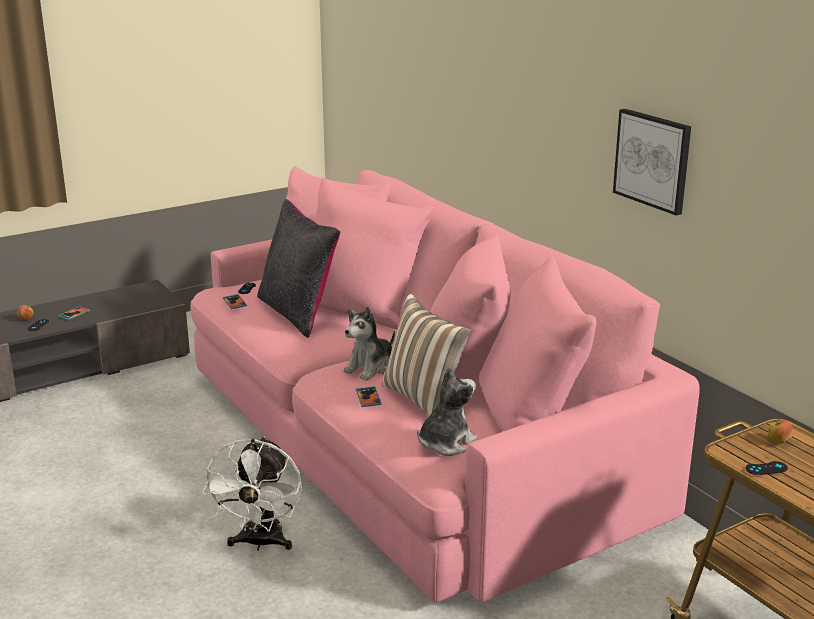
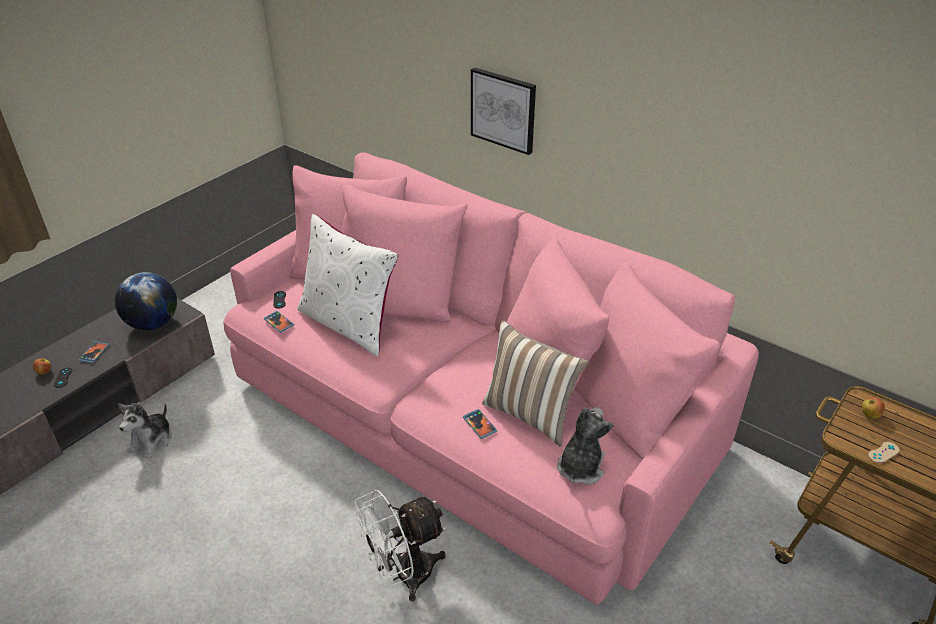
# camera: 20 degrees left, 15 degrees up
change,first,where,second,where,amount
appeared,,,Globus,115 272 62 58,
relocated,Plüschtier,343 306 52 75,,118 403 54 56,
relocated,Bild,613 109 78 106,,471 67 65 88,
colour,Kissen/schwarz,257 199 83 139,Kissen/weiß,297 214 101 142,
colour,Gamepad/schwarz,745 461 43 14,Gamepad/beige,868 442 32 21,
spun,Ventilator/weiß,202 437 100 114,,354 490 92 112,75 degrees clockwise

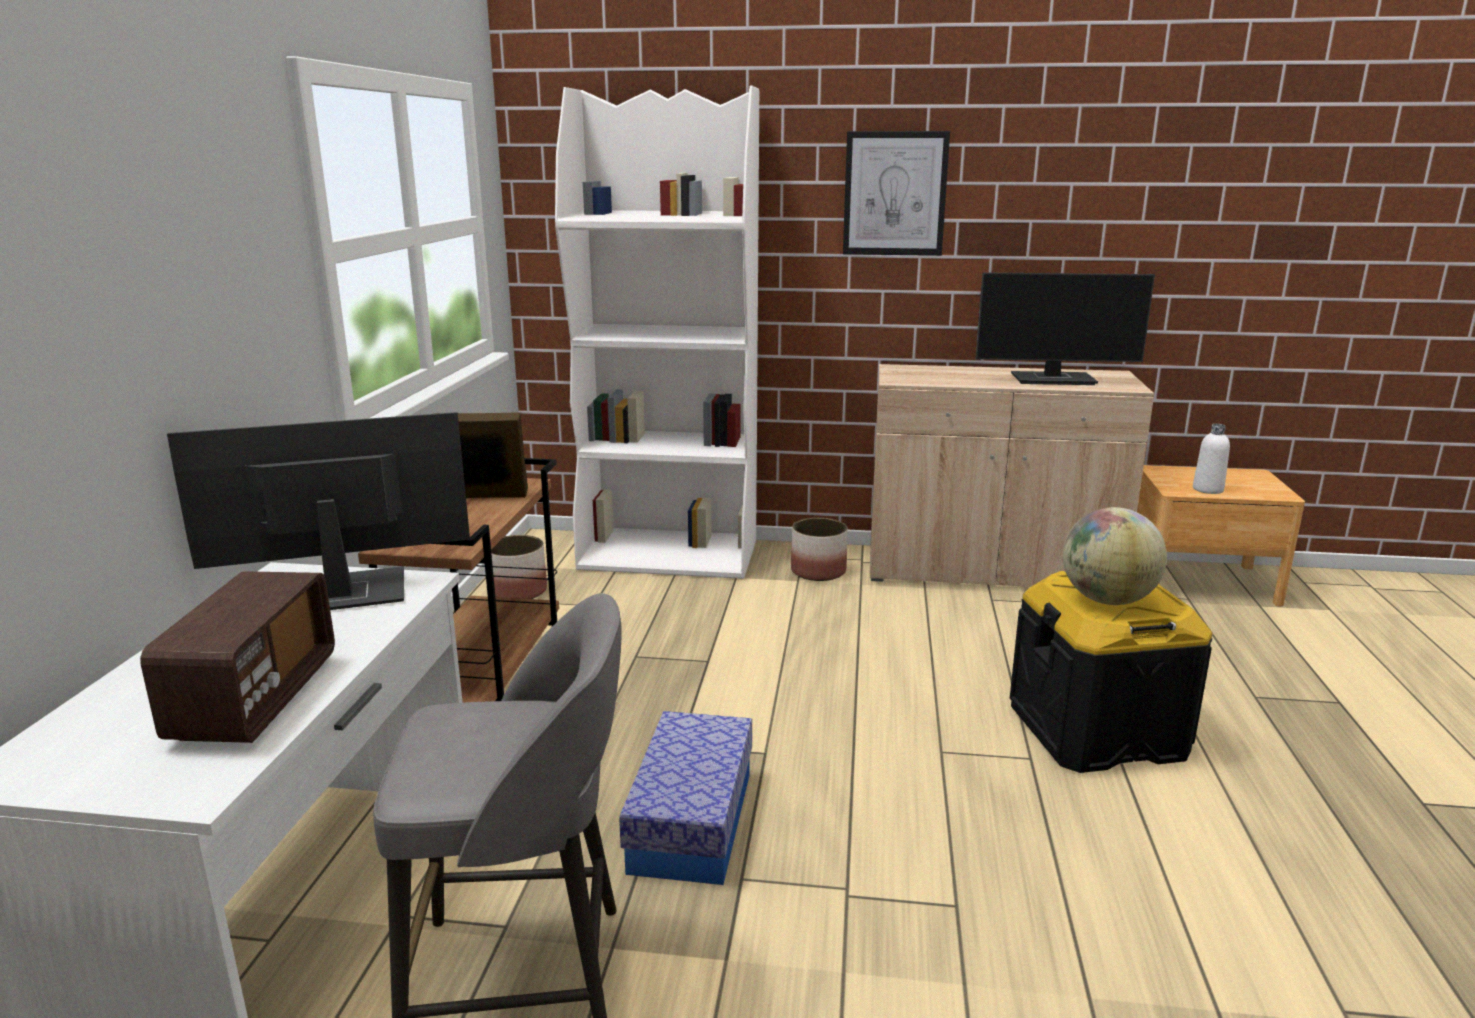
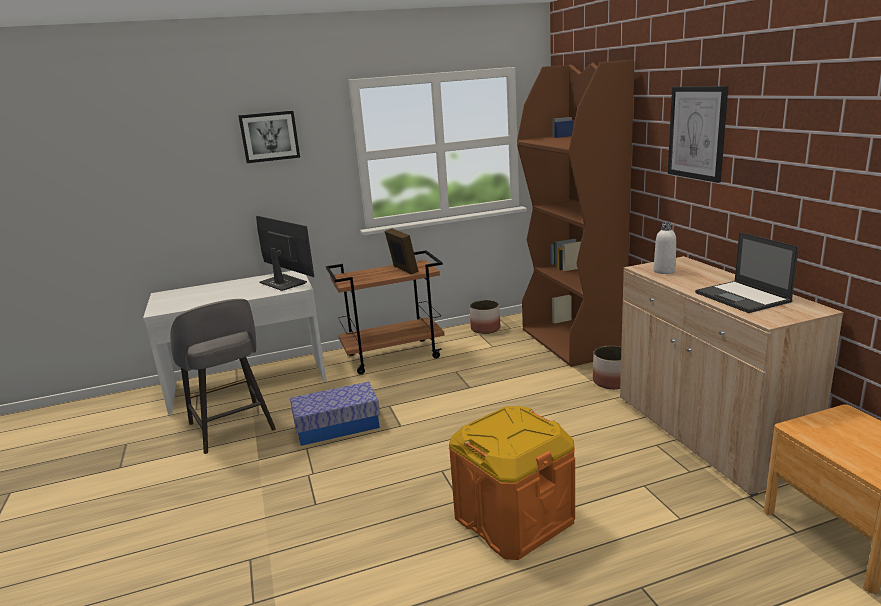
# camera: 65 degrees right, 0 degrees up
change,first,where,second,where,amount
missing,Radio,140 571 195 172,,,
missing,Globus,1063 507 104 98,,,
appeared,,,Bild,238 111 62 52,
relocated,Flasche/weiß,1193 424 37 70,,653 223 23 51,
exchanged,Monitor,976 272 179 113,Laptop,695 232 104 81,
colour,Bücherregal/weiß,555 85 204 494,Bücherregal/braun,517 60 118 307,
colour,Aufbewahrungsbox/schwarz,1010 571 202 202,Aufbewahrungsbox/orange,449 406 126 154,

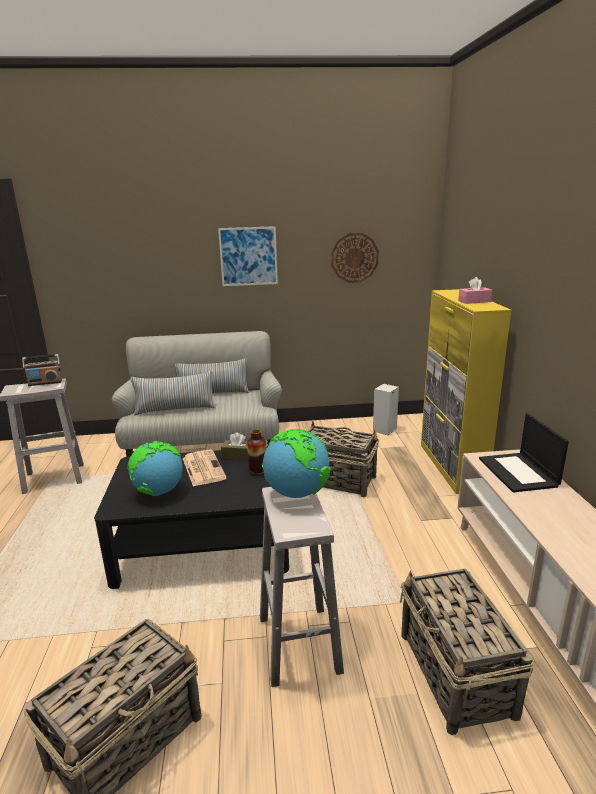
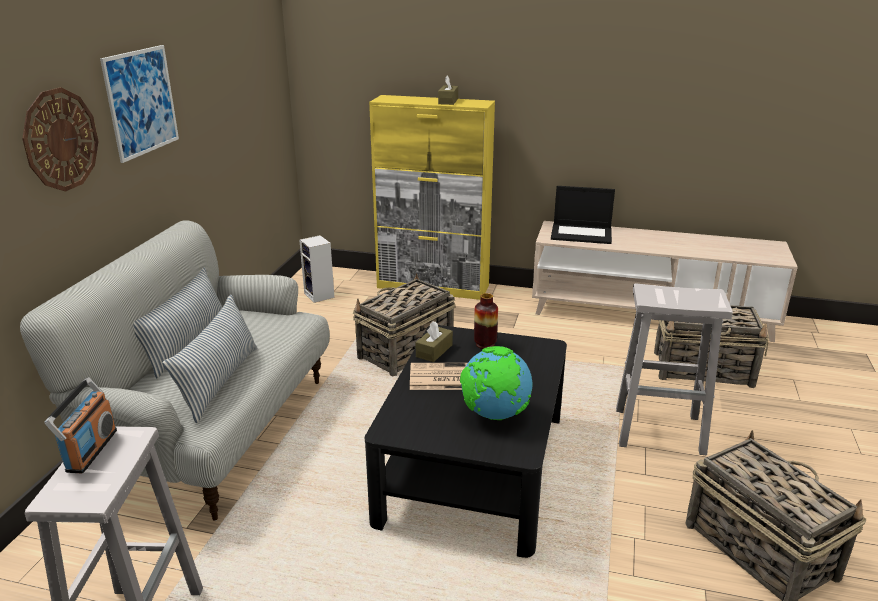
# camera: 70 degrees left, 5 degrees up
change,first,where,second,where,amount
missing,Globus,262 429 69 69,,,
relocated,Wanduhr,331 233 48 50,,22 87 77 104,
colour,Taschentuchbox/rosa,458 277 34 27,Taschentuchbox/braun,438 76 20 29,

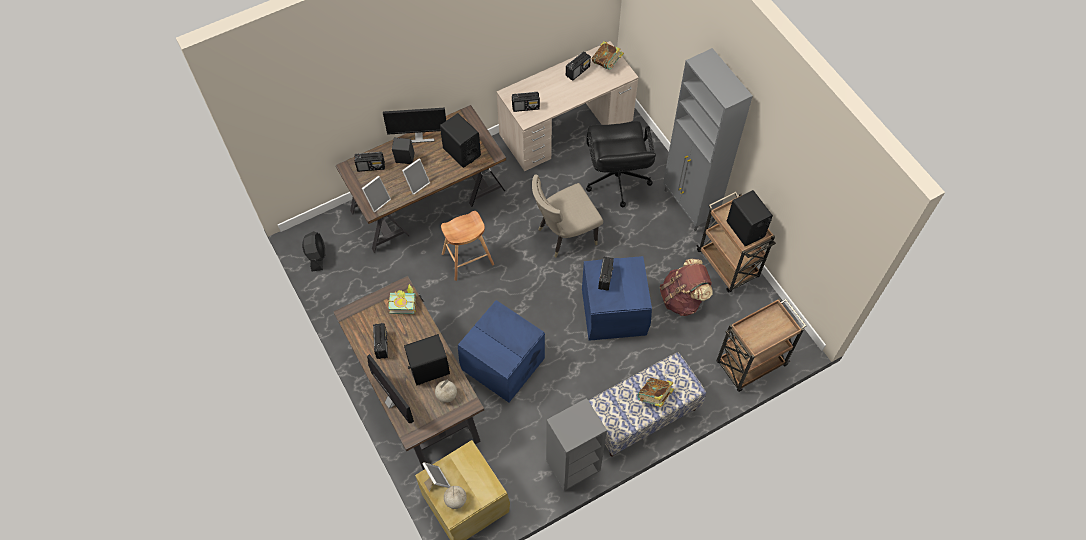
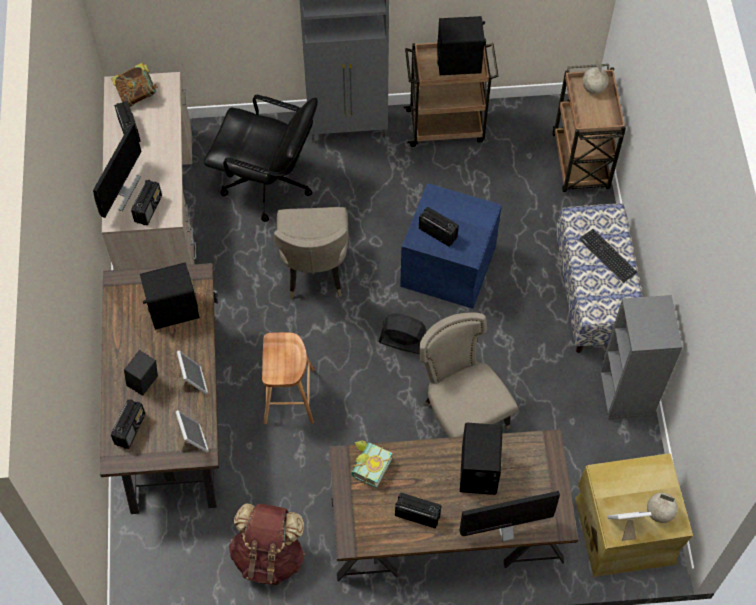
# camera: 65 degrees left, 0 degrees up
change,first,where,second,where,amount
relocated,Ventilator/schwarz,302 231 23 40,,379 313 47 41,
relocated,Monitor,383 108 63 35,,93 123 49 95,
relocated,Globus,435 379 22 24,,582 59 27 35,
relocated,Rucksack/braun,660 259 53 57,,229 503 76 82,
exchanged,Aufbewahrungsbox/blau,458 300 87 102,Stuhl/beige,419 312 99 126,
exchanged,Buch,637 378 37 29,Tastatur,579 229 58 54,

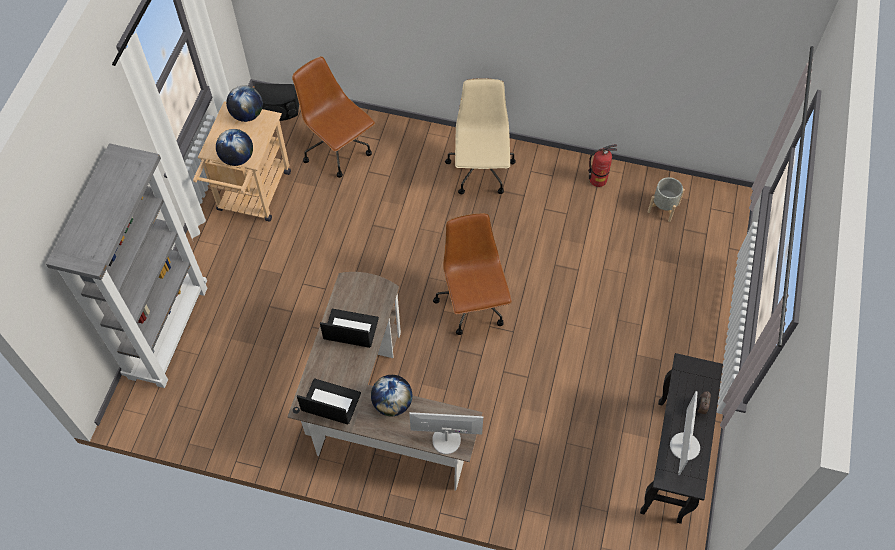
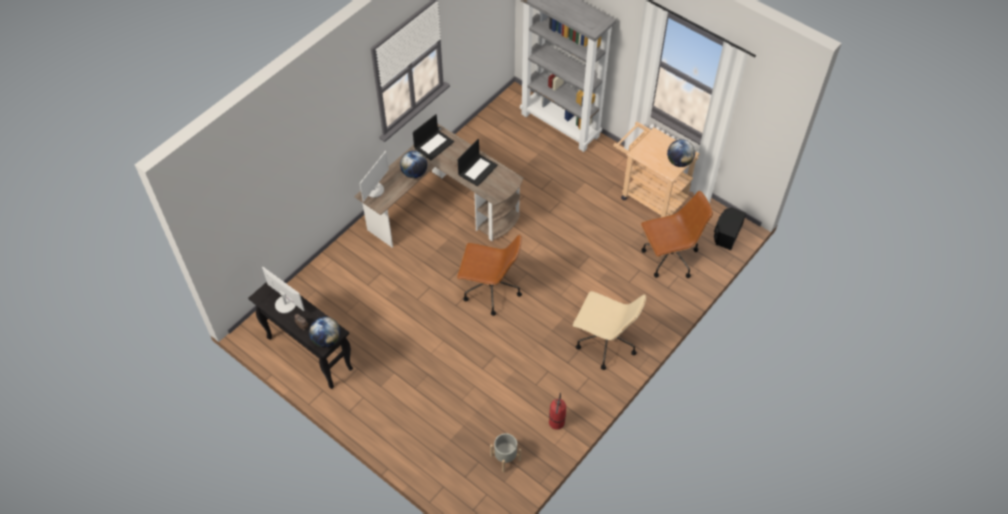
# camera: 115 degrees right, 5 degrees down
change,first,where,second,where,amount
relocated,Globus,216 129 37 37,,309 316 31 31,

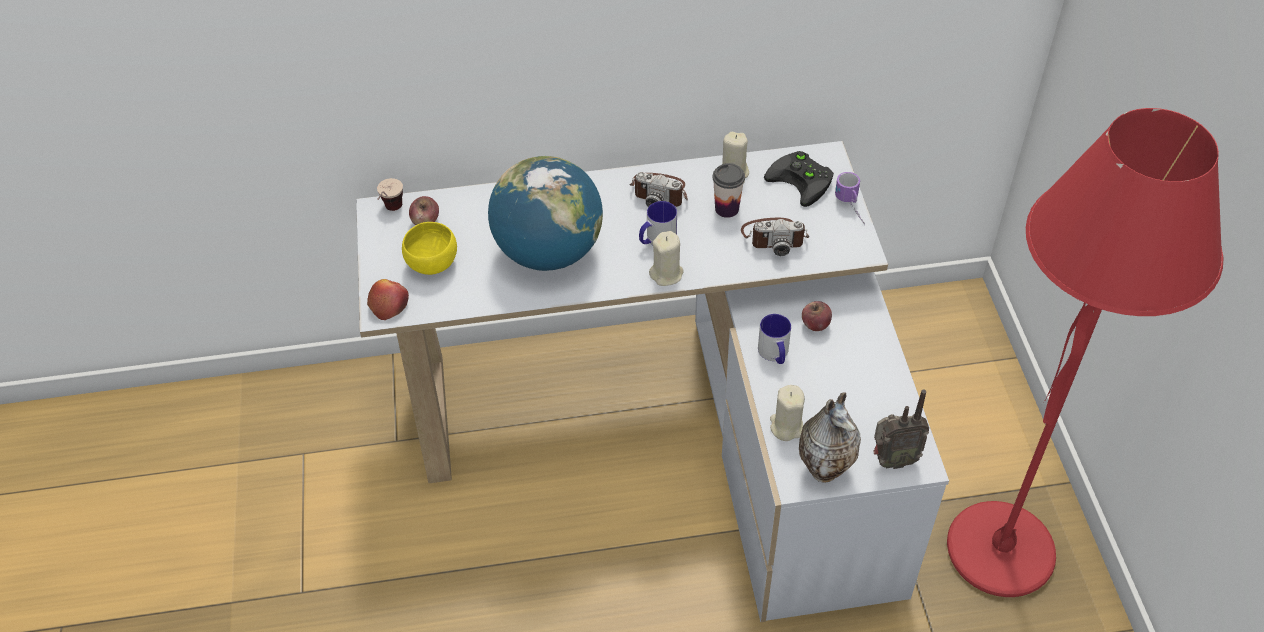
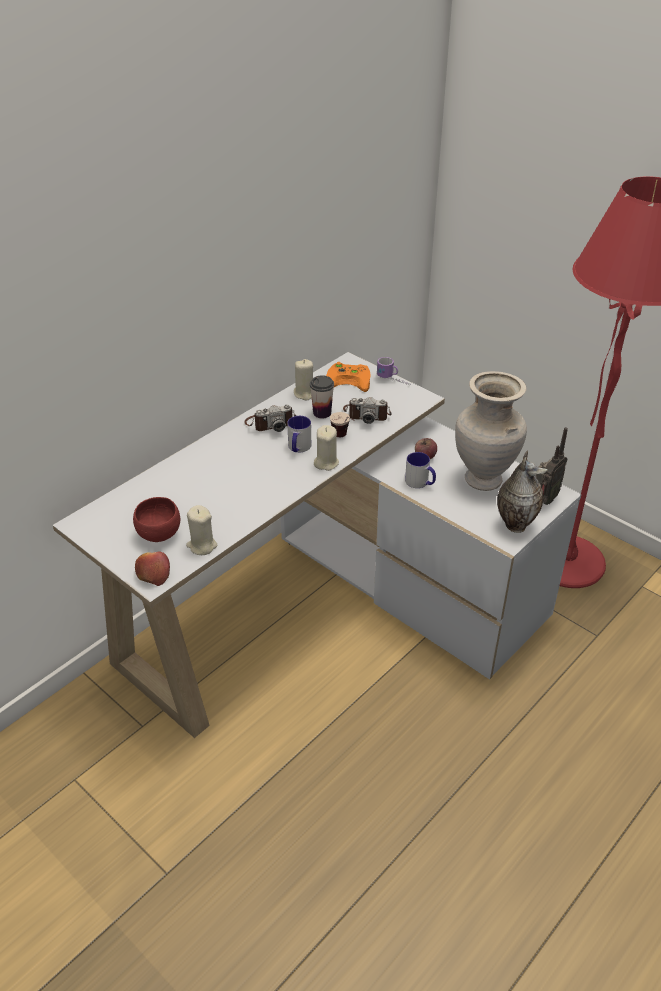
# camera: 40 degrees left, 10 degrees down
change,first,where,second,where,amount
missing,Apfel,409 196 30 29,,,
missing,Globus,488 156 115 115,,,
appeared,,,Vase/beige,455 371 72 120,
relocated,Tasse,377 178 26 33,,330 412 25 25,
relocated,Kerze/beige,770 385 35 56,,186 505 31 50,
colour,Schüssel/gelb,402 222 55 53,Schüssel/rot,133 497 47 45,
colour,Gamepad/schwarz,764 151 70 56,Gamepad/orange,326 362 45 30,
spun,Kamera,741 217 68 39,,343 397 48 27,45 degrees clockwise

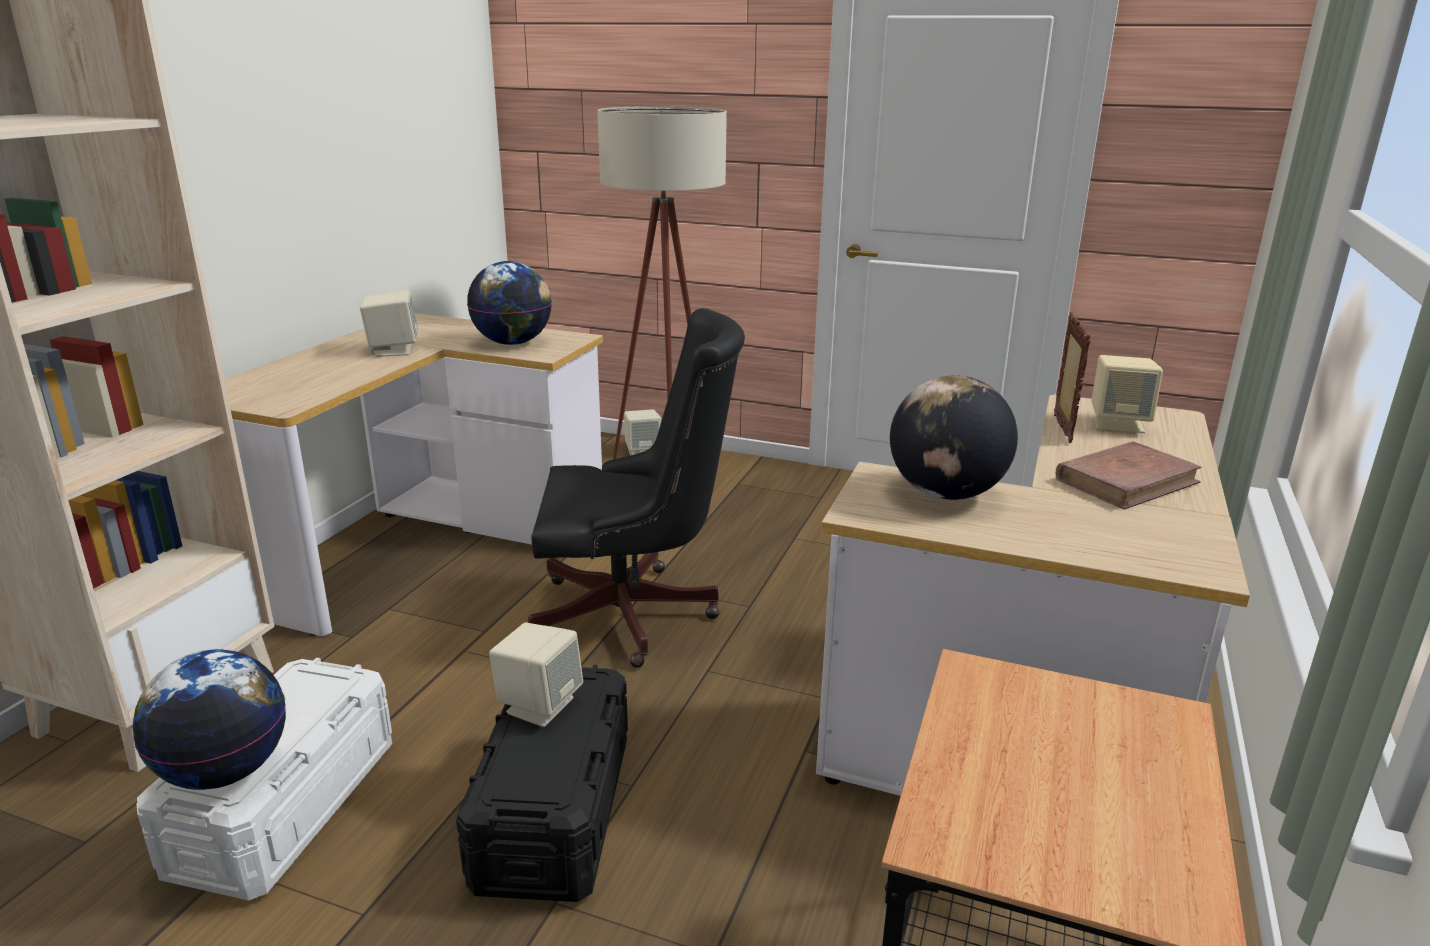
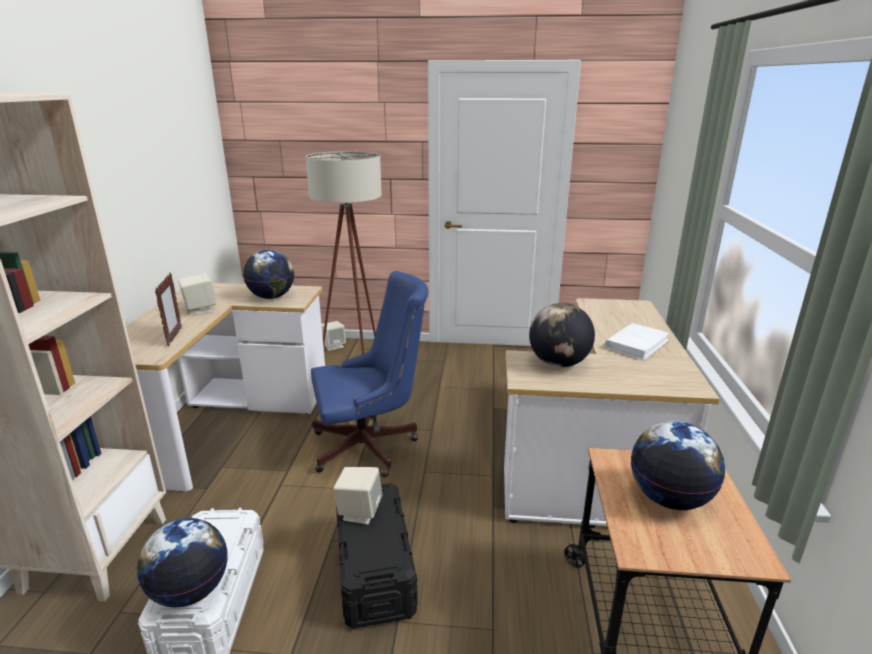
# camera: 15 degrees left, 0 degrees up
change,first,where,second,where,amount
missing,Lautsprecher/beige,1091 355 72 78,,,
appeared,,,Globus,631 421 94 89,
relocated,Bilderrahmen,1054 312 36 131,,155 273 27 73,
colour,Bürostuhl/schwarz,528 308 217 360,Bürostuhl/blau,311 271 118 206,
colour,Buch/braun,1056 441 145 69,Buch/weiß,605 323 65 37,

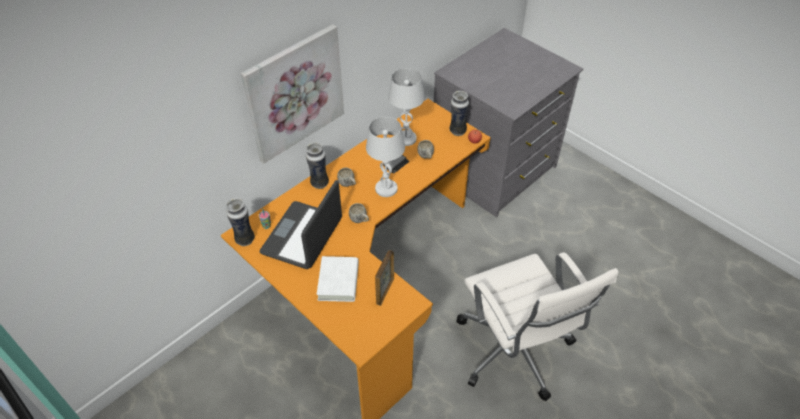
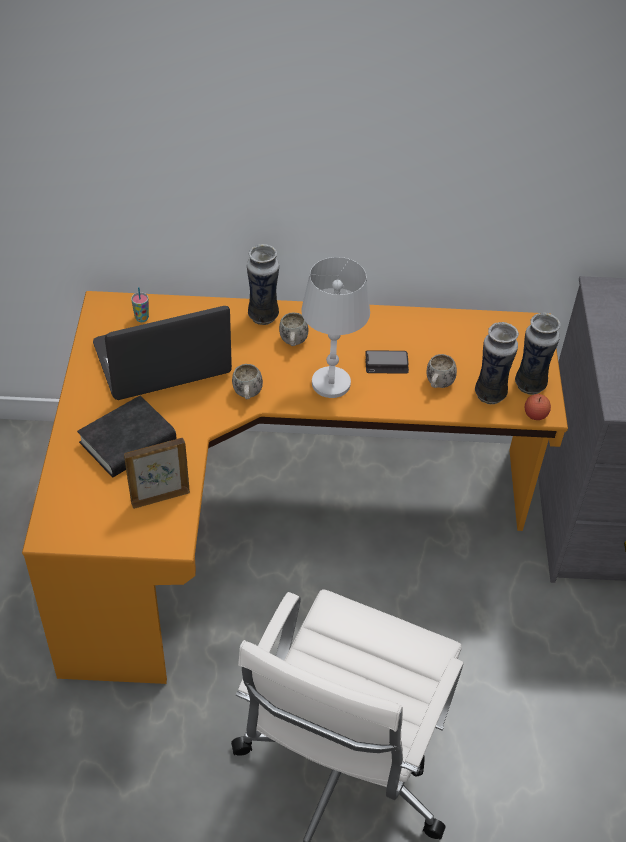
# camera: 45 degrees right, 0 degrees up
change,first,where,second,where,amount
missing,Bild,241 24 103 140,,,
missing,Tischlampe/weiß,388 68 37 78,,,
relocated,Vase,226 198 29 48,,475 322 44 82,
colour,Buch/weiß,317 256 42 46,Buch/schwarz,77 395 99 82,

